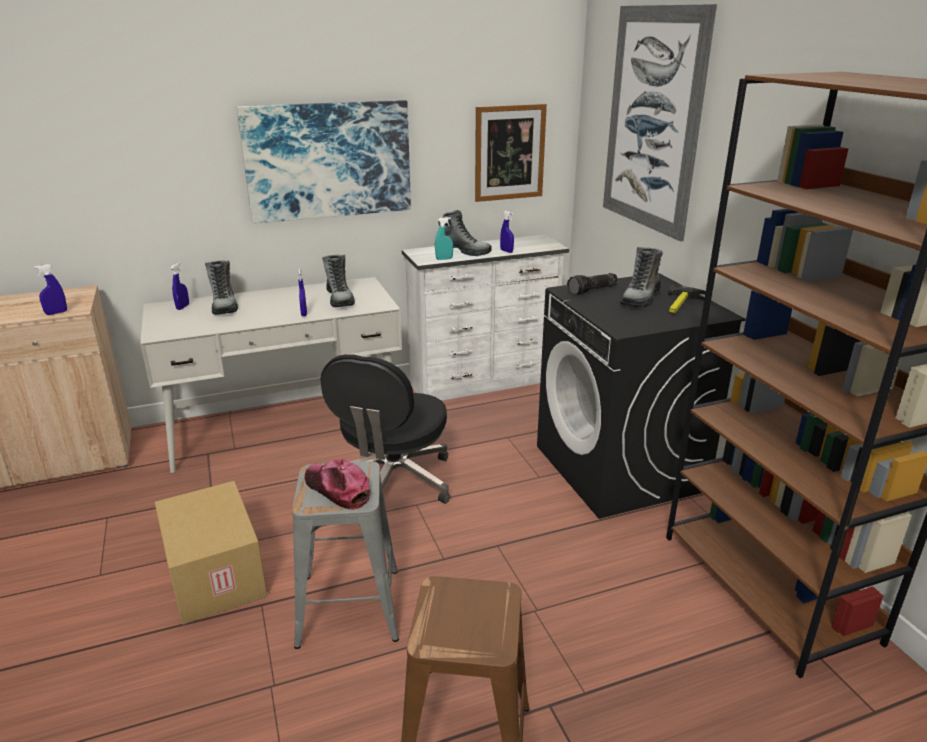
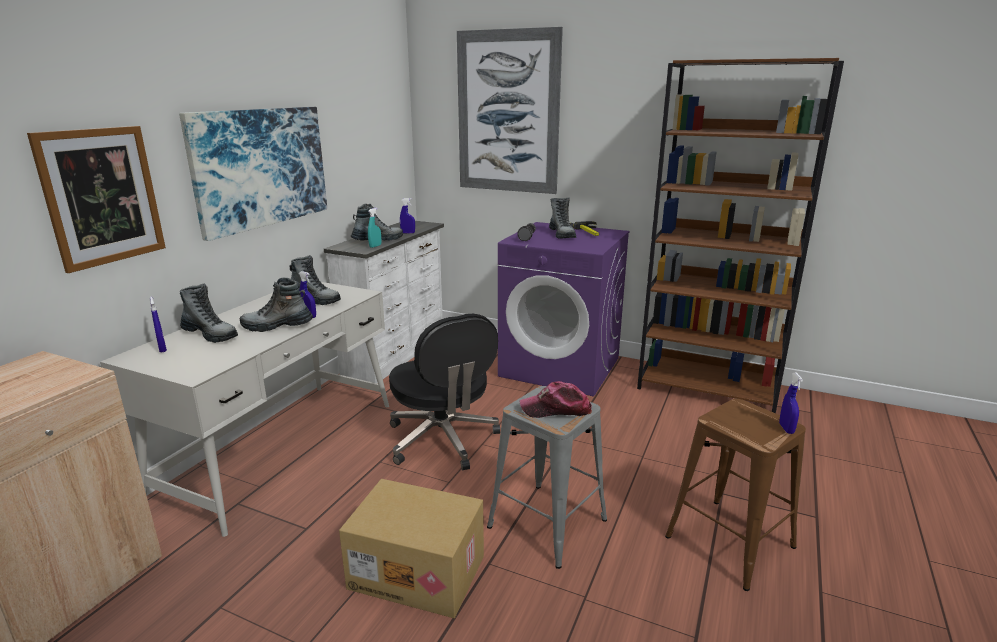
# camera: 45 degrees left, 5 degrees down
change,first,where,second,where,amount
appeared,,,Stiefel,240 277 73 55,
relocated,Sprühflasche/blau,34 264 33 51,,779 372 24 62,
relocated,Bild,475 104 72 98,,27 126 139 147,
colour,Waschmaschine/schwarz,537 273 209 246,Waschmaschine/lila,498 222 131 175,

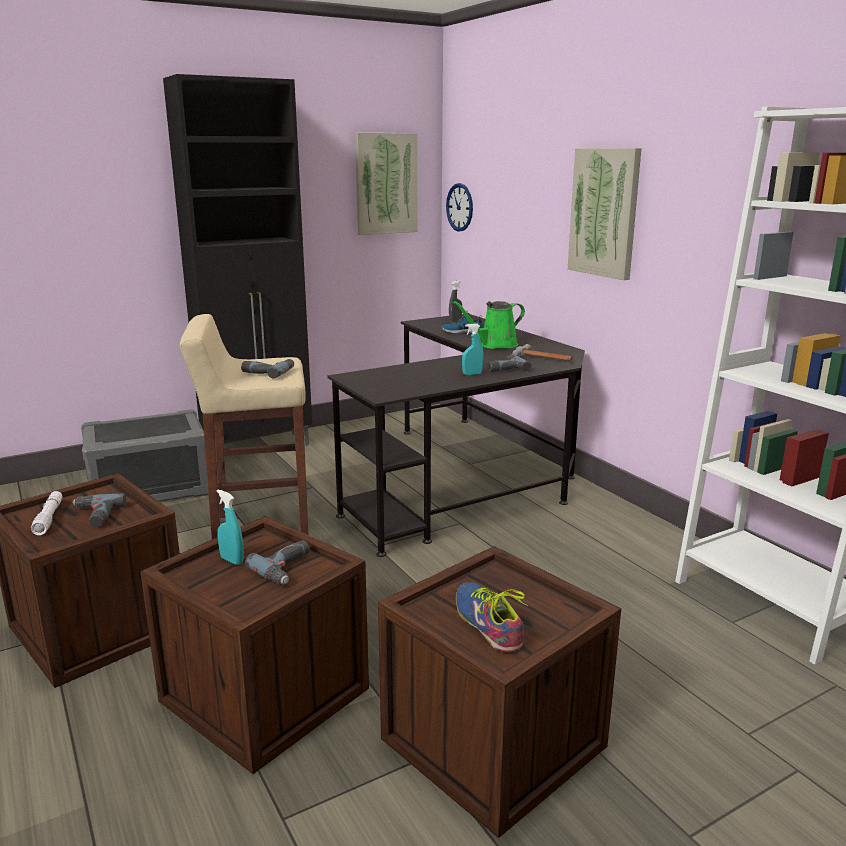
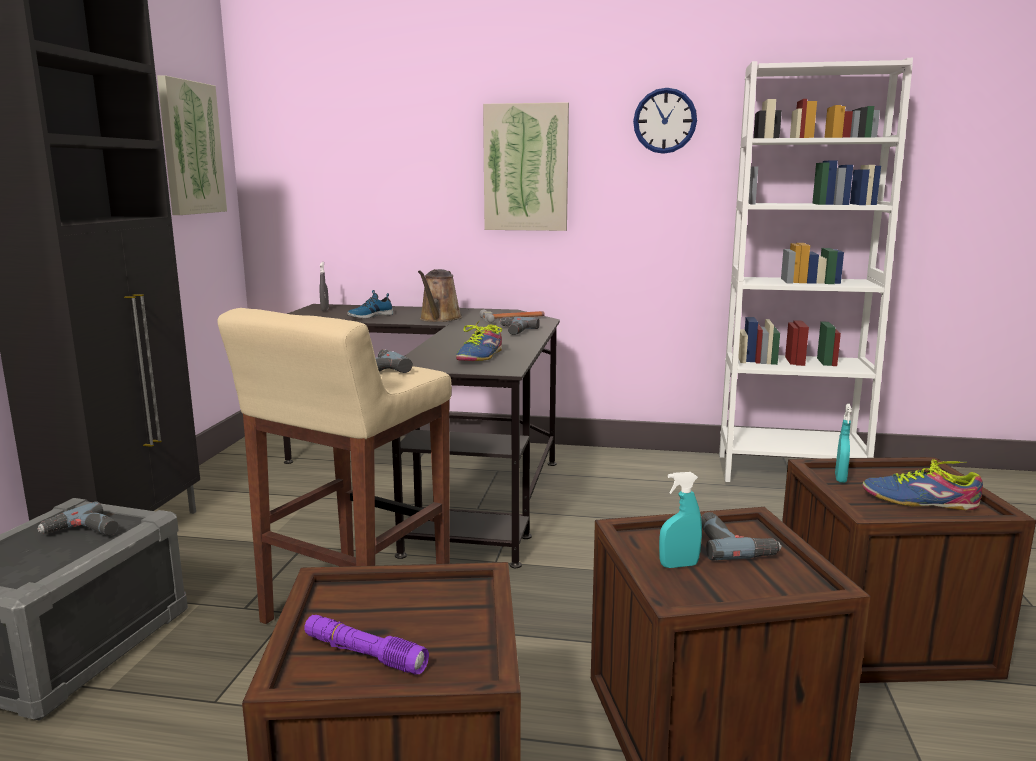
# camera: 50 degrees left, 5 degrees down
change,first,where,second,where,amount
appeared,,,Schuh,456 320 46 41,
relocated,Bohrmaschine,73 493 53 34,,37 501 81 35,
relocated,Wanduhr,446 183 27 49,,633 88 64 66,
relocated,Sprühflasche/türkis,462 323 21 52,,835 403 17 80,
colour,Taschenlampe/weiß,31 491 31 44,Taschenlampe/lila,304 615 125 60,
colour,Gießkanne/grün,452 301 73 48,Gießkanne/braun,418 269 44 53,

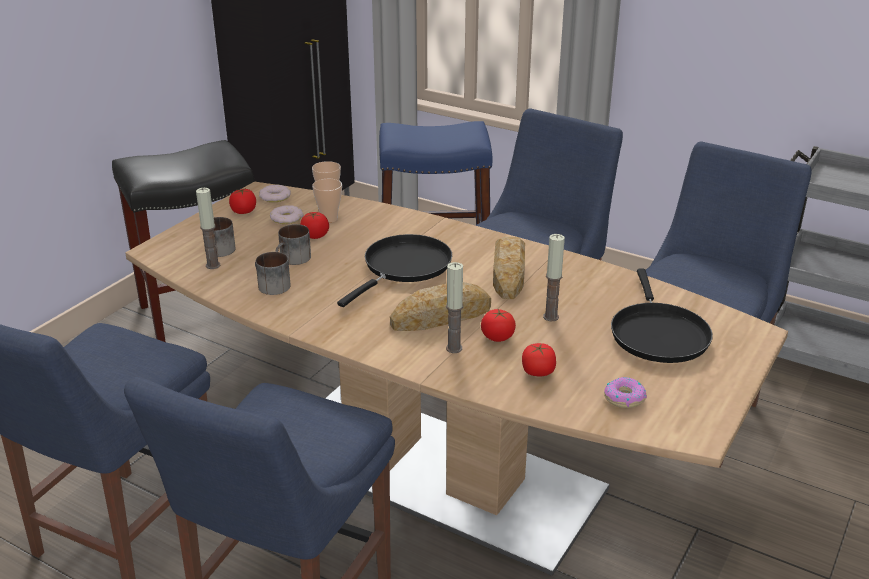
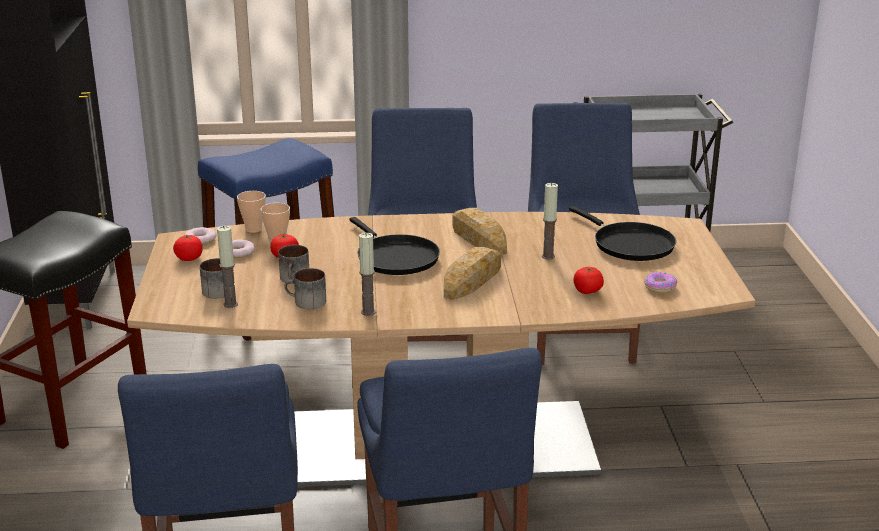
# camera: 35 degrees left, 5 degrees down
change,first,where,second,where,amount
missing,Tomate,481 309 35 33,,,
relocated,Kerze,446 262 17 91,,359 233 17 83,
spun,Pfanne/schwarz,337 234 115 73,,349 217 91 58,150 degrees clockwise

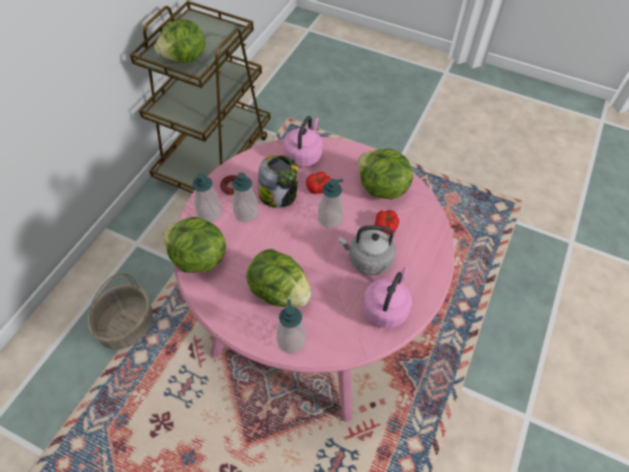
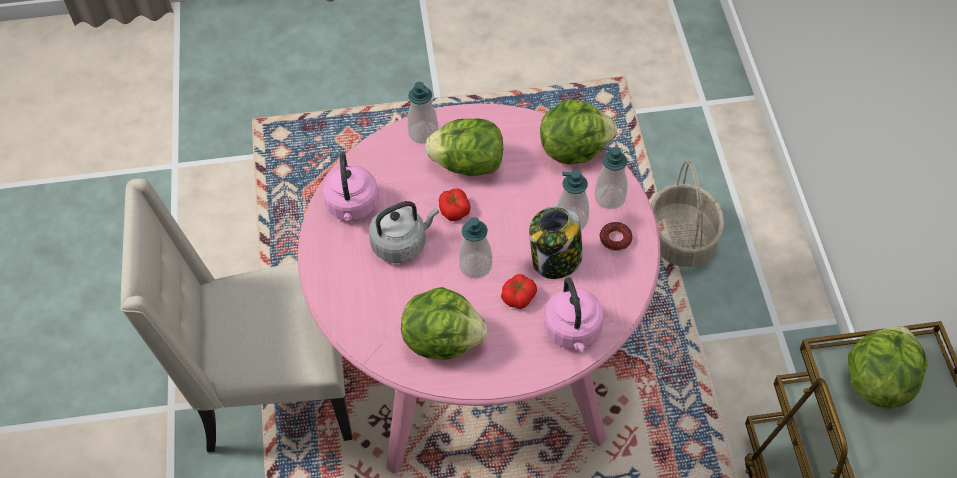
# camera: 150 degrees right, 0 degrees up
change,first,where,second,where,amount
appeared,,,Stuhl/beige,121 178 231 274,
relocated,Tomate,375 210 24 25,,439 189 32 32,

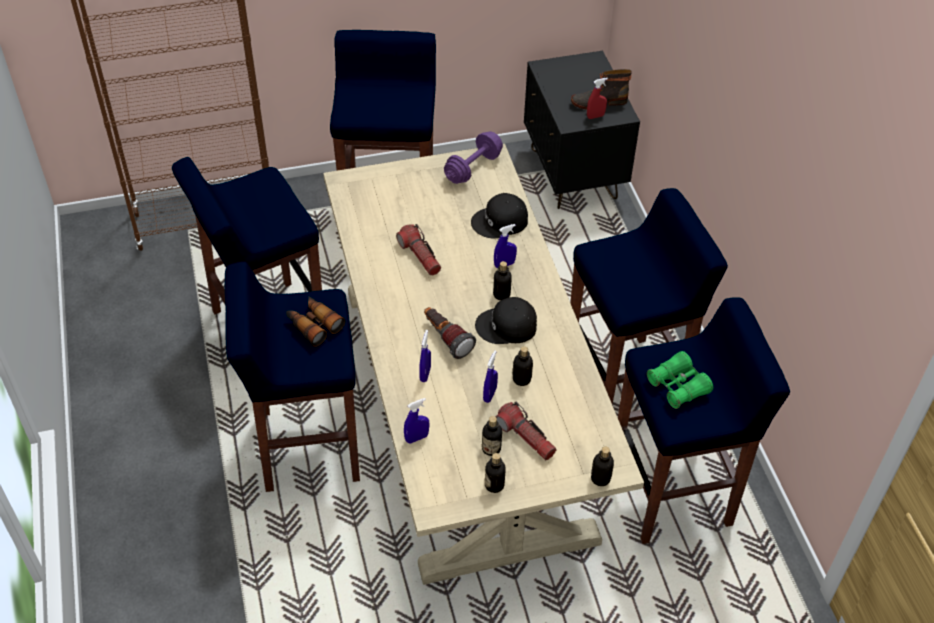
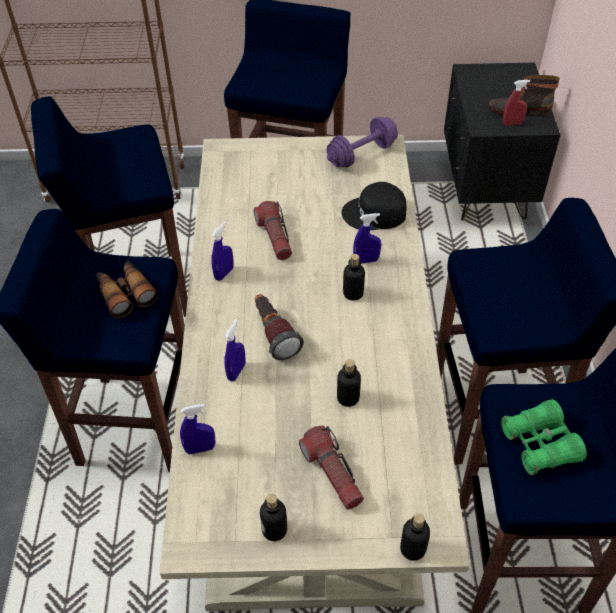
# camera: 15 degrees right, 0 degrees up
change,first,where,second,where,amount
missing,Kappe/schwarz,475 297 62 47,,,
missing,Flasche,482 416 20 40,,,
relocated,Sprühflasche/blau,483 351 15 52,,211 222 23 59,

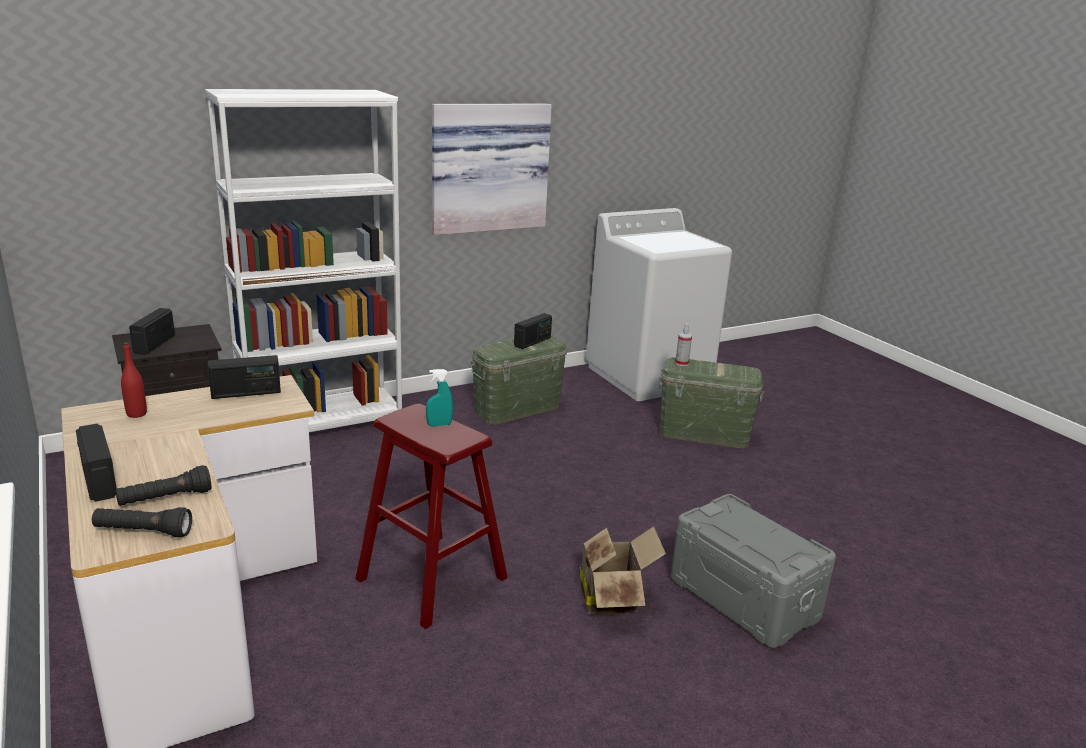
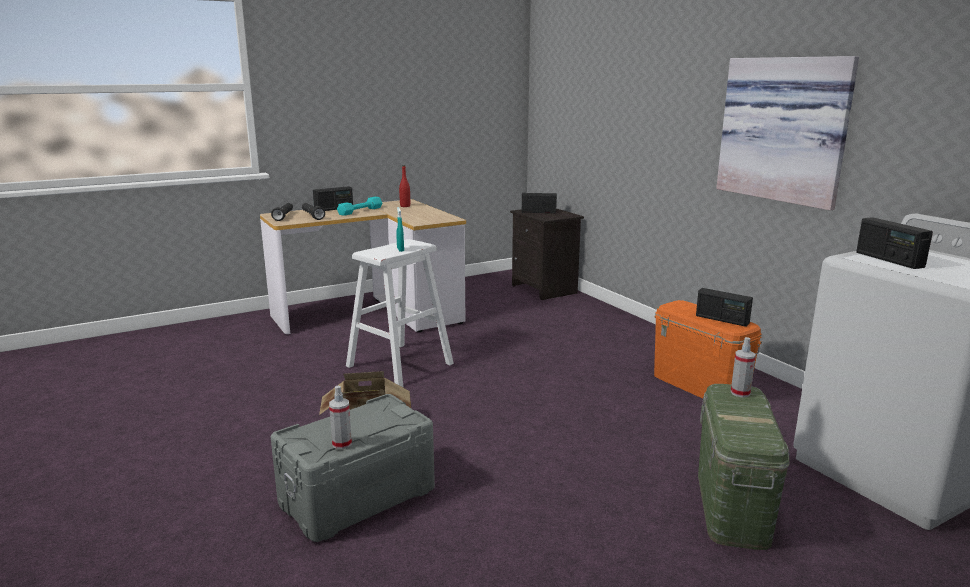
# camera: 90 degrees right, 5 degrees down
change,first,where,second,where,amount
missing,Bücherregal/weiß,205 89 197 343,,,
appeared,,,Sprühflasche,329 386 23 63,
appeared,,,Hantel/türkis,337 197 45 19,
relocated,Radio,208 355 73 44,,856 217 77 52,
colour,Hocker/rot,356 404 152 225,Hocker/weiß,346 239 108 148,
colour,Aufbewahrungsbox/grün,471 336 96 88,Aufbewahrungsbox/orange,654 300 108 98,

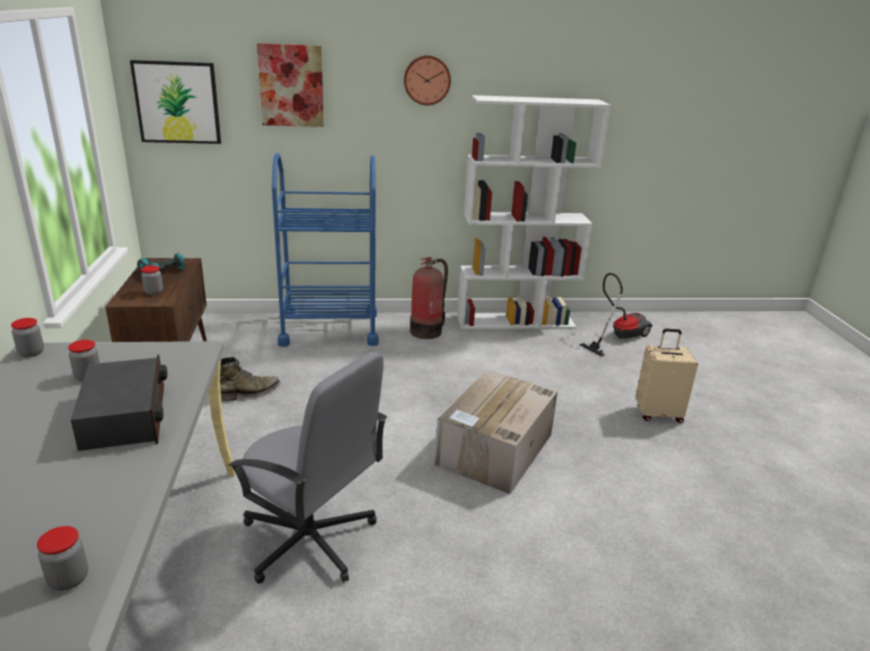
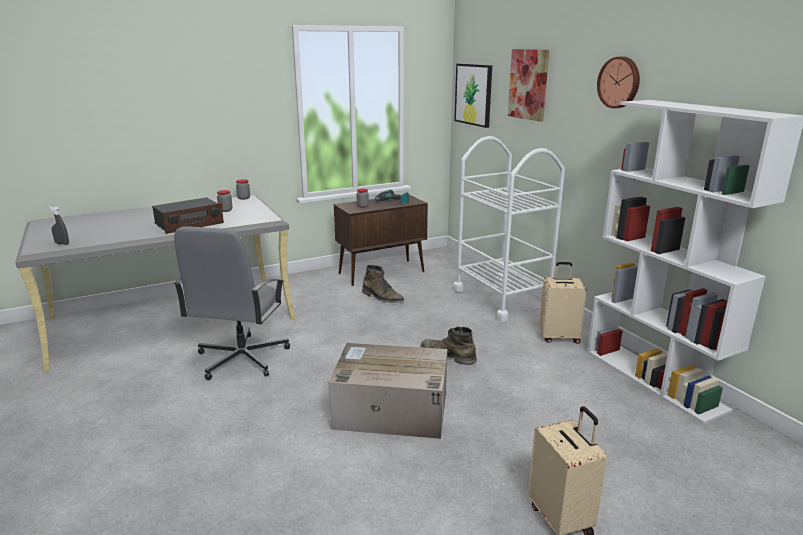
# camera: 70 degrees right, 5 degrees down
change,first,where,second,where,amount
missing,Staubsauger,580 273 72 84,,,
appeared,,,Stiefel/grün,420 326 57 39,
exchanged,Vorratsglas,37 526 51 65,Sprühflasche/grau,48 206 21 39,
exchanged,Feuerlöscher,410 257 38 82,Koffer/beige,539 262 48 82,
colour,Rollwagen/blau,272 153 107 194,Rollwagen/weiß,453 136 112 186,

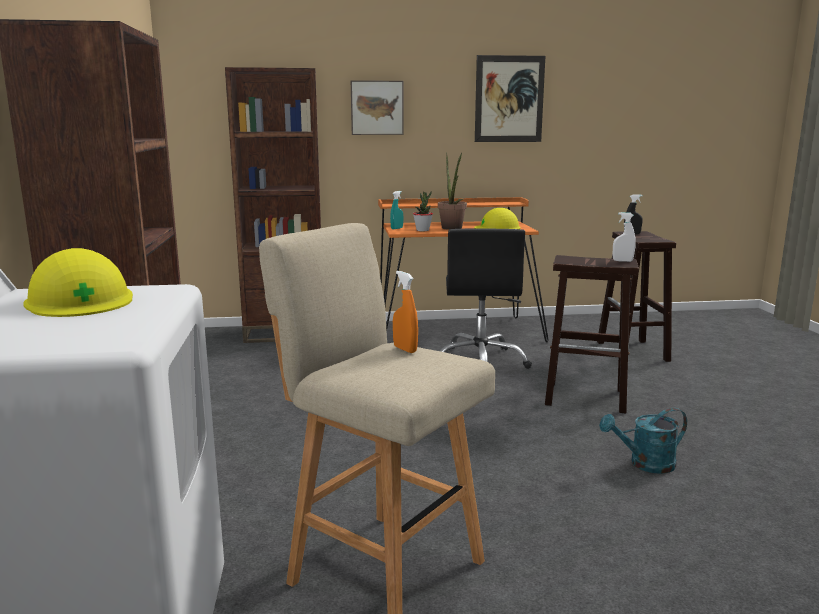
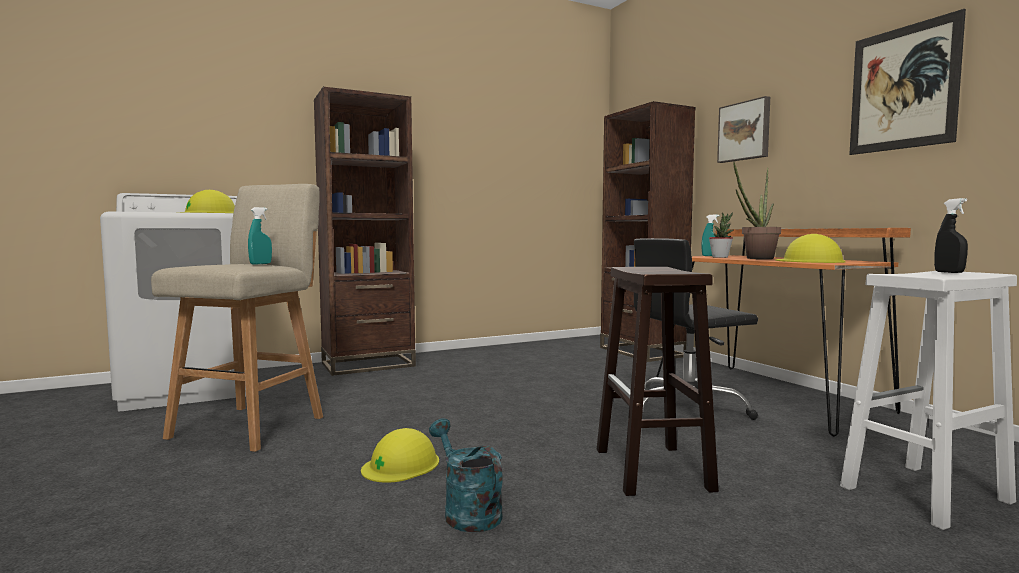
# camera: 70 degrees right, 10 degrees down
change,first,where,second,where,amount
missing,Sprühflasche/weiß,613 212 23 50,,,
appeared,,,Schutzhelm/gelb,361 428 78 55,
colour,Sprühflasche/orange,393 271 25 82,Sprühflasche/türkis,248 207 24 58,
colour,Hocker/braun,597 231 79 131,Hocker/weiß,840 271 177 259,

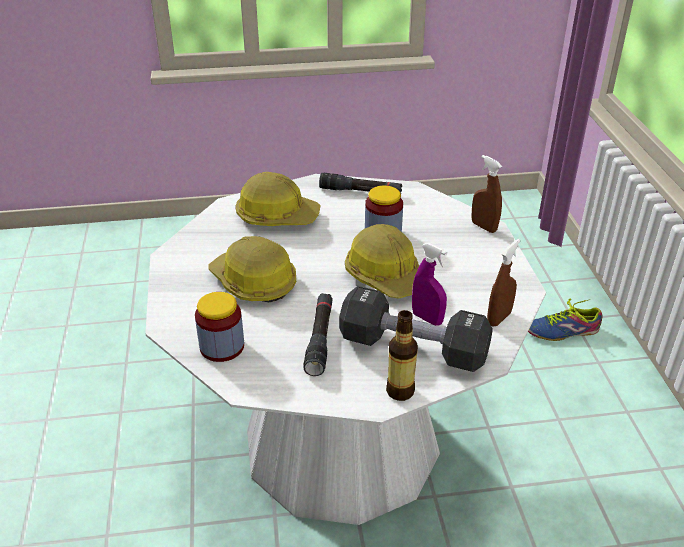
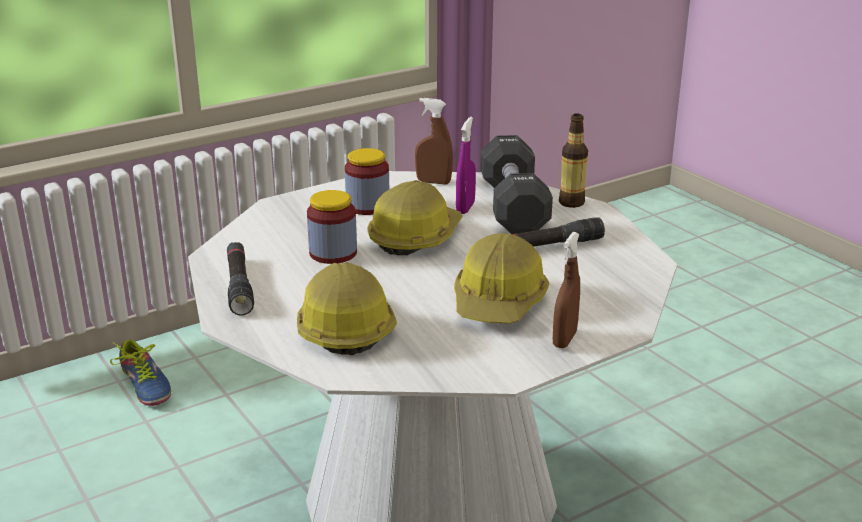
# camera: 115 degrees left, 10 degrees down
change,first,where,second,where,amount
relocated,Vorratsglas,195 292 49 70,,345 148 44 67,
relocated,Sprühflasche/braun,471 155 31 78,,553 232 27 116,

